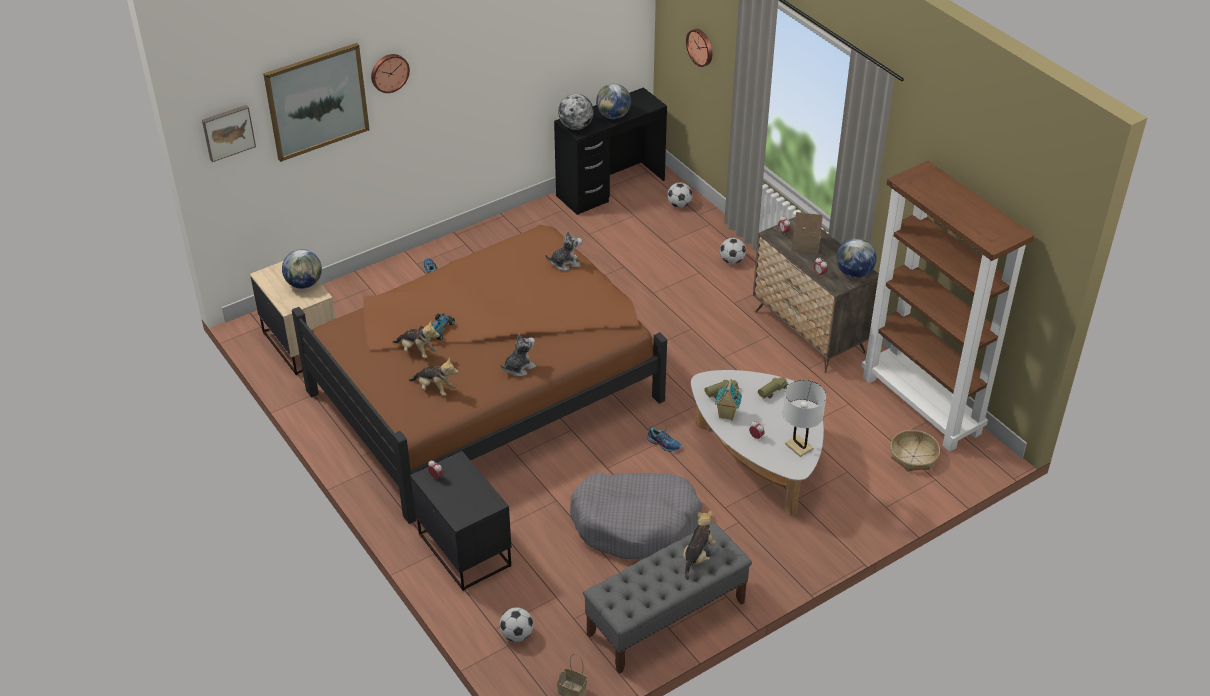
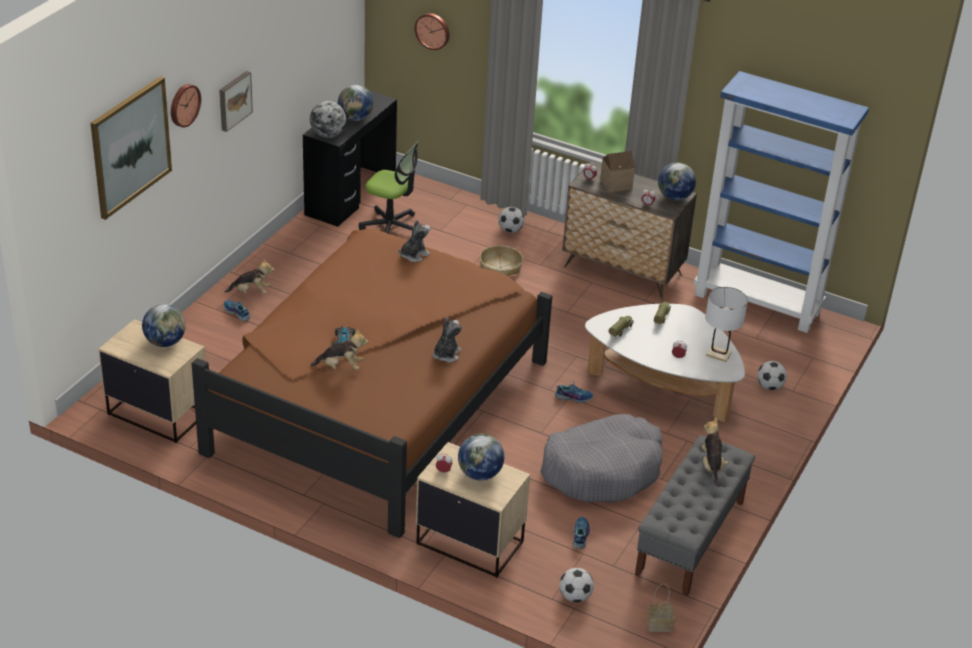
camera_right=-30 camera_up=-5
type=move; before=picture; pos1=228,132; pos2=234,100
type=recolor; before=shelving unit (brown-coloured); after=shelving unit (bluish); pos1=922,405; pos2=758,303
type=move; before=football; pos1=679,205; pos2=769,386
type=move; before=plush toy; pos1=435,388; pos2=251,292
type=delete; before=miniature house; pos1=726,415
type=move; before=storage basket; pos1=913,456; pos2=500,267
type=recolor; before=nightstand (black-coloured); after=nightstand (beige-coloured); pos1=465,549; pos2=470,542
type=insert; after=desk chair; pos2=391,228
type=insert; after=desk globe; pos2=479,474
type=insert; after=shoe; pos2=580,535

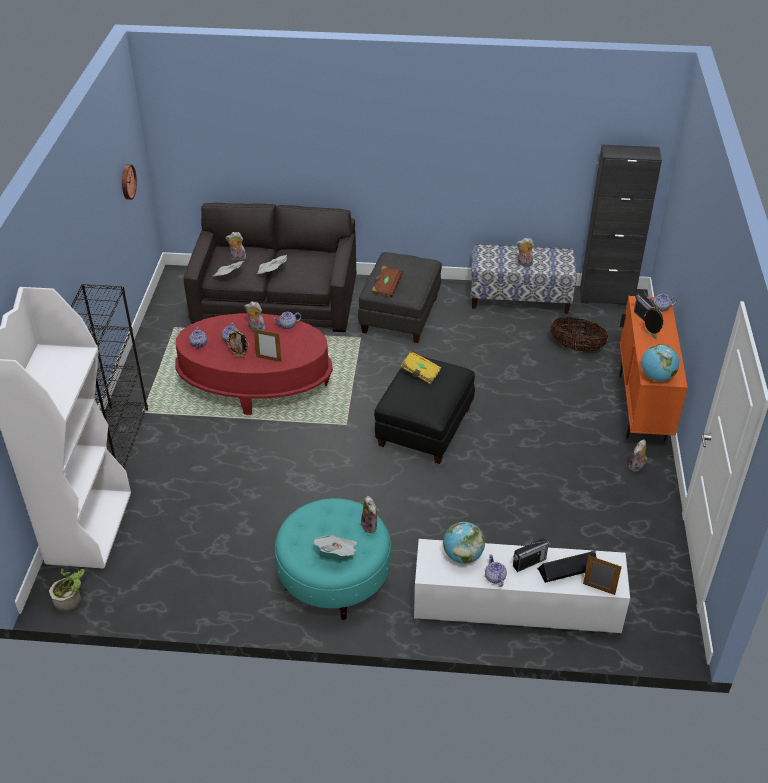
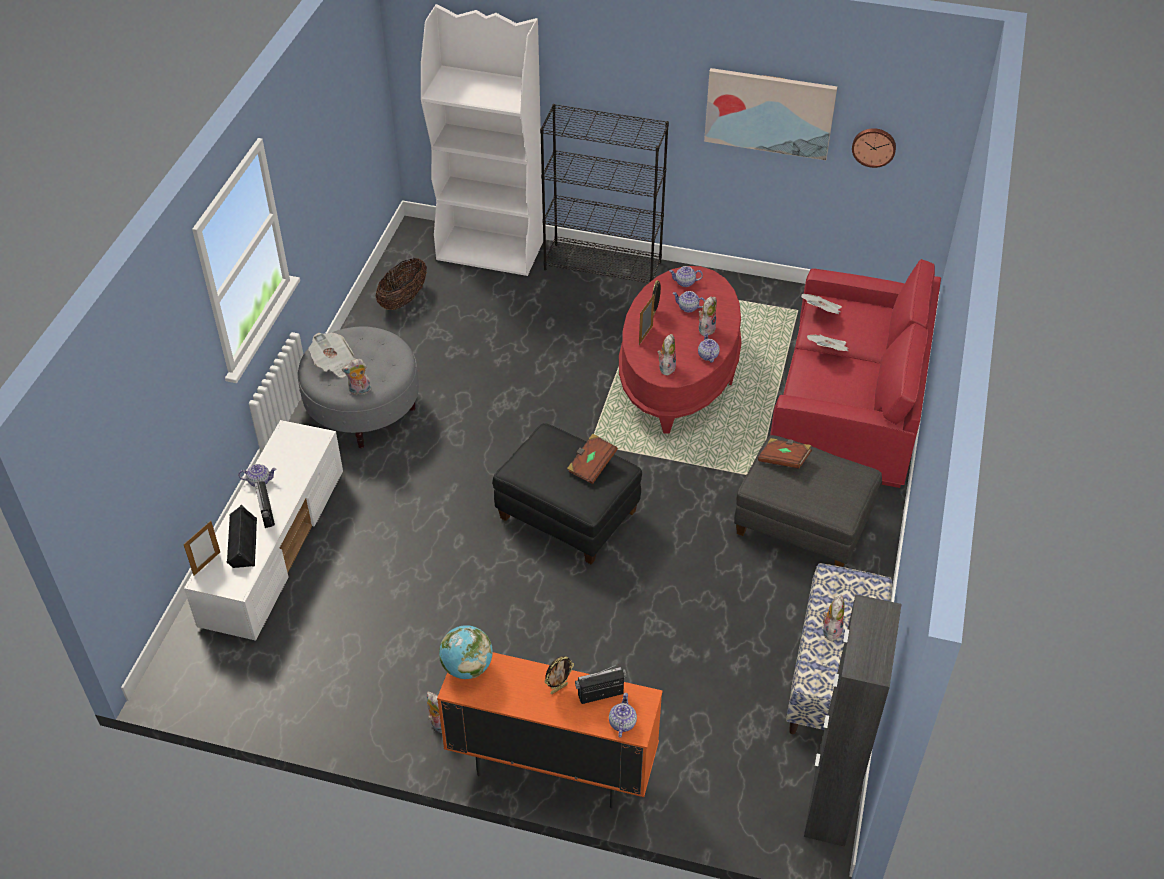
camera_right=100 camera_up=5
type=recolor; before=settee (gray); after=settee (red-coloured); pos1=276,299; pos2=849,402
type=move; before=plush toy; pos1=237,258; pos2=666,367
type=move; before=storage basket; pos1=576,347; pos2=403,300
type=recolor; before=volume (yellow); after=volume (brown-coloured); pos1=420,373; pos2=591,465
type=recolor; before=pouffe (turquoise); after=pouffe (gray); pos1=334,580; pos2=363,410
type=delete; before=desk globe; pos1=463,556
type=delete; before=plant in a pot; pos1=71,598
type=insert; after=picture; pos2=769,112

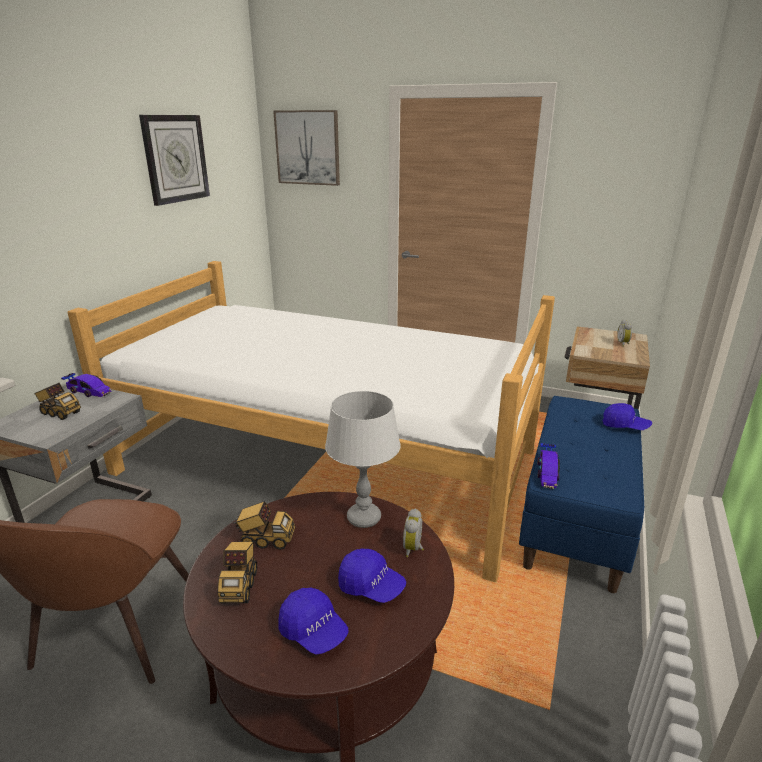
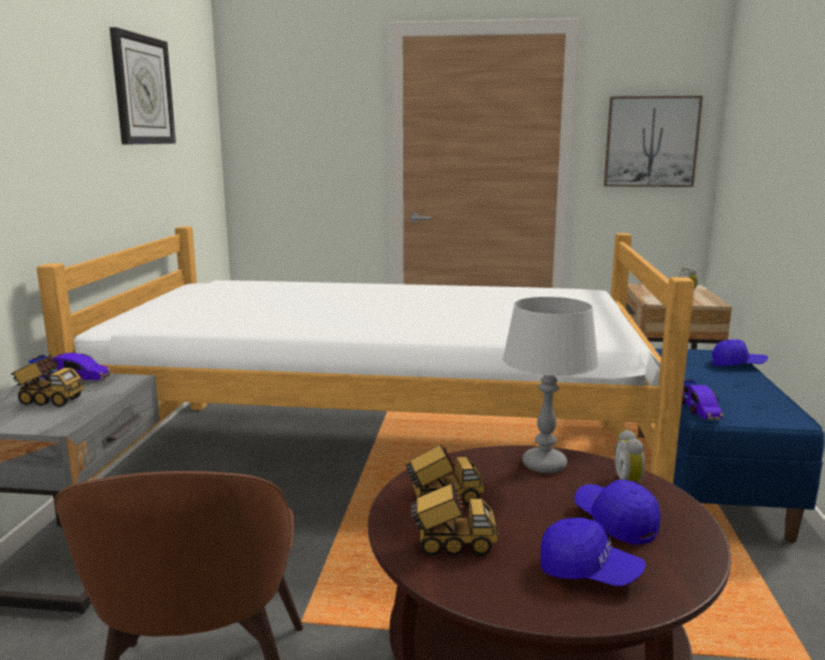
camera_right=-15 camera_up=-10
type=move; before=picture; pos1=308,148; pos2=651,142
type=rotate; before=toy truck; pos1=239,585; pos2=453,546; turn=-75
type=rotate; before=baseball cap (bluish); pos1=371,586; pos2=615,522; turn=-135

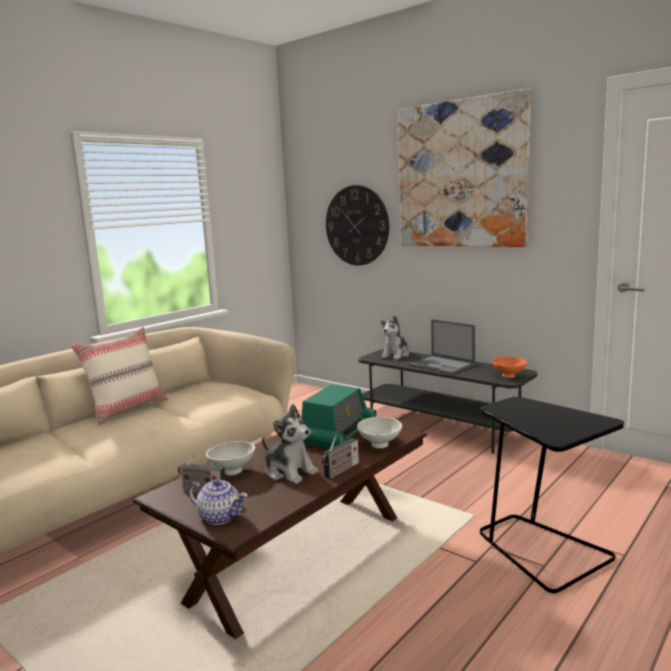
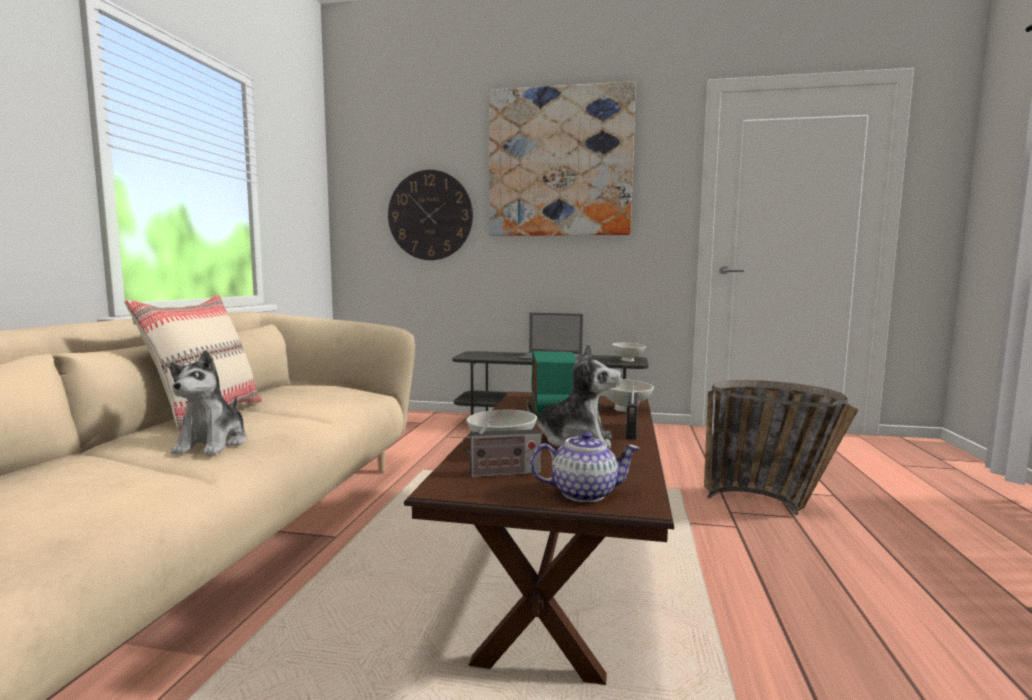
camera_right=-30 camera_up=-5
type=move; before=plush toy; pos1=395,355; pos2=213,444
type=recolor; before=bowl (orange-coloured); after=bowl (whitish); pos1=510,376; pos2=628,360
type=replace; before=accent table (black-coloured); after=storage basket; pos1=540,550; pos2=772,505

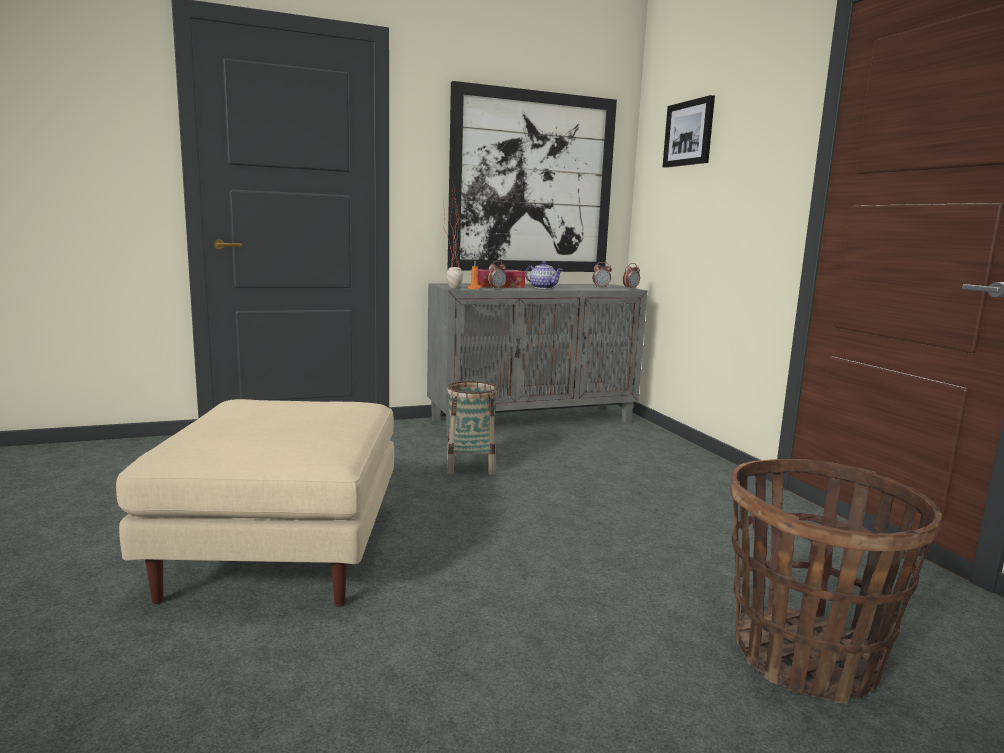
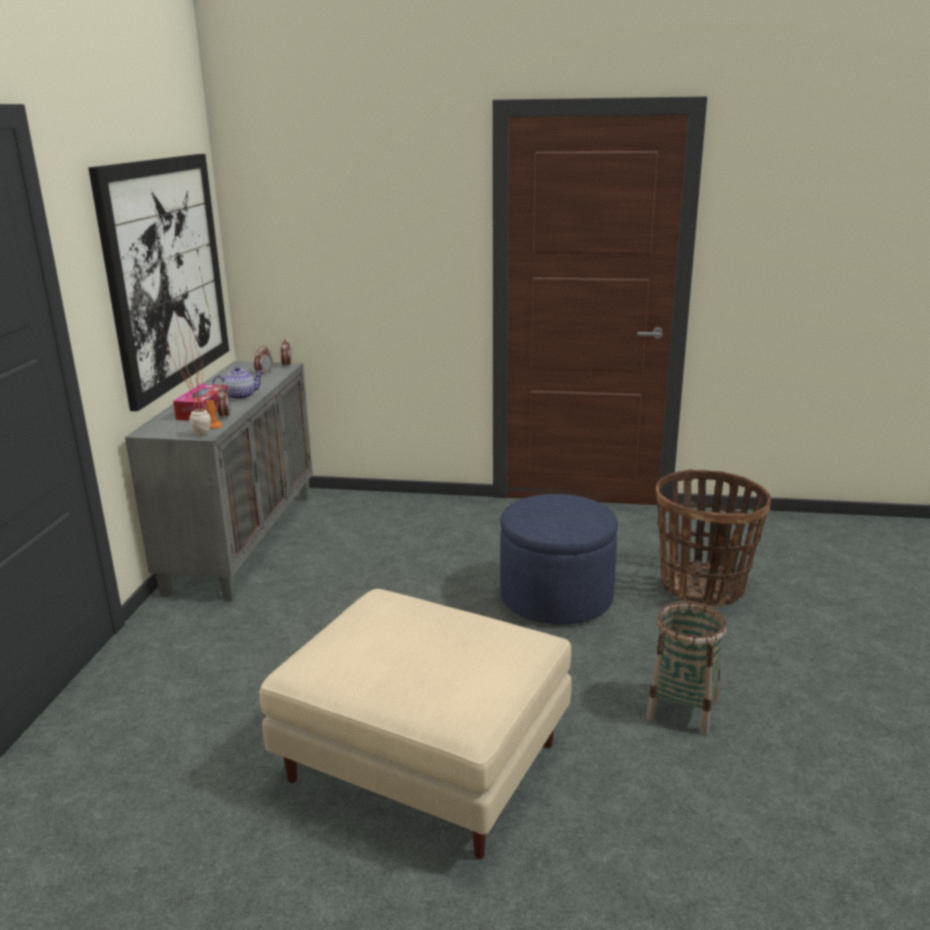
camera_right=-60 camera_up=10
type=delete; before=picture; pos1=689,133
type=move; before=storage basket; pos1=470,466; pos2=682,709
type=insert; after=pouffe (bluish); pos2=556,597

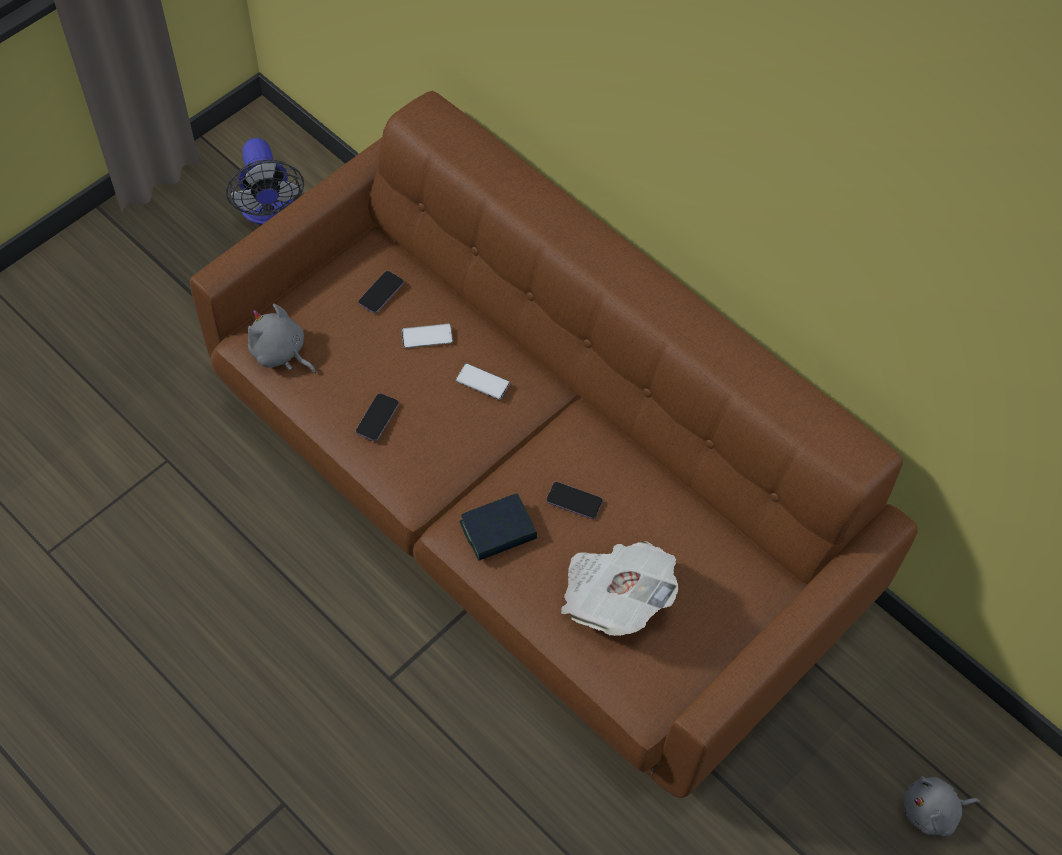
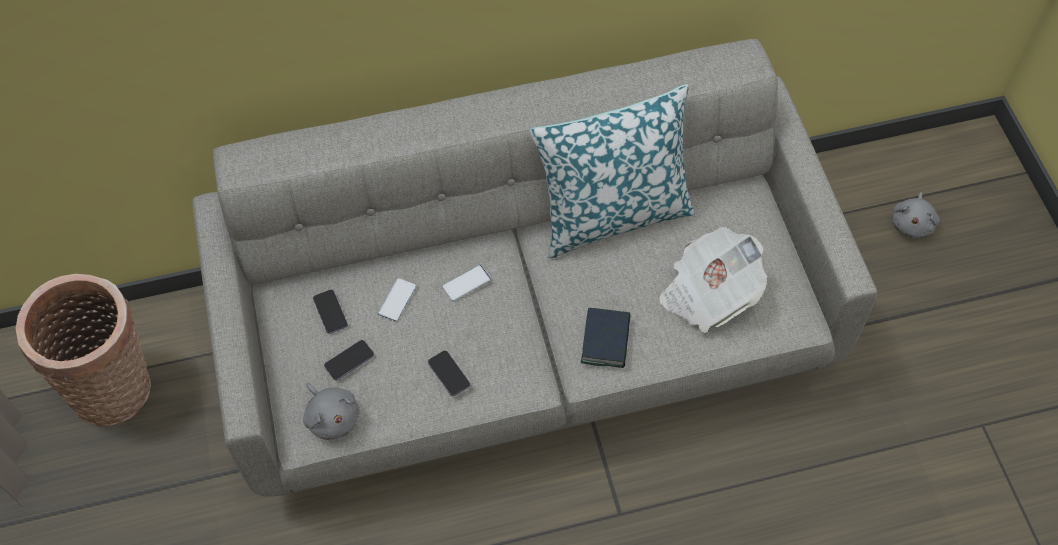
camera_right=-55 camera_up=0
type=recolor; before=settee (brown-coloured); after=settee (gray); pos1=529,501; pos2=530,337
type=replace; before=electric fan; after=storage basket; pos1=269,211; pos2=116,386
type=rotate; before=plush toy (gray); pos1=280,353; pos2=332,417; turn=-105
type=move; before=handset; pos1=574,501; pos2=349,361
type=insert; after=throw pillow; pos2=612,214

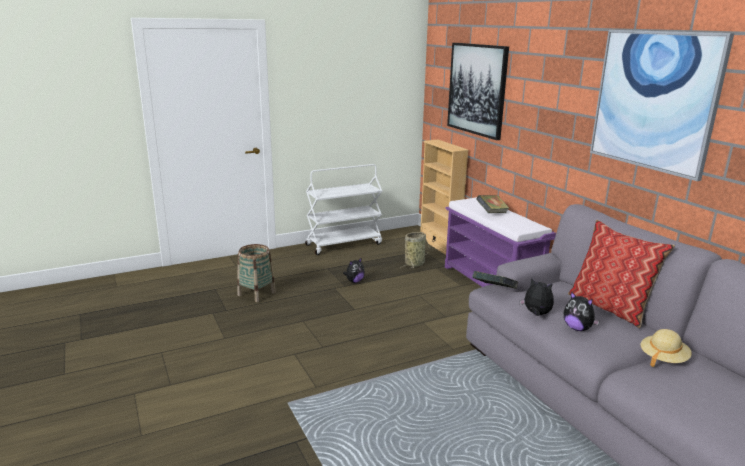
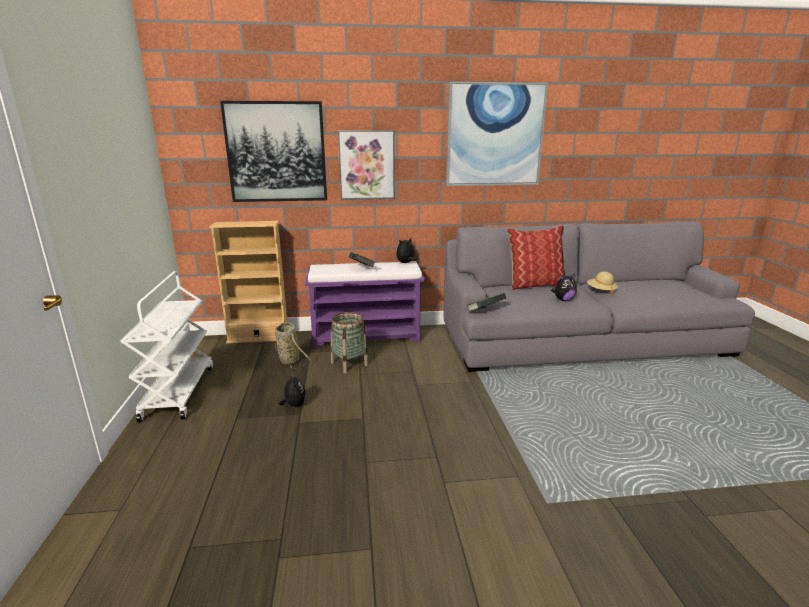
camera_right=-70 camera_up=0
type=move; before=storage basket; pos1=256,293; pos2=349,364
type=move; before=plush toy; pos1=536,314; pos2=406,263
type=insert; after=picture; pos2=367,165

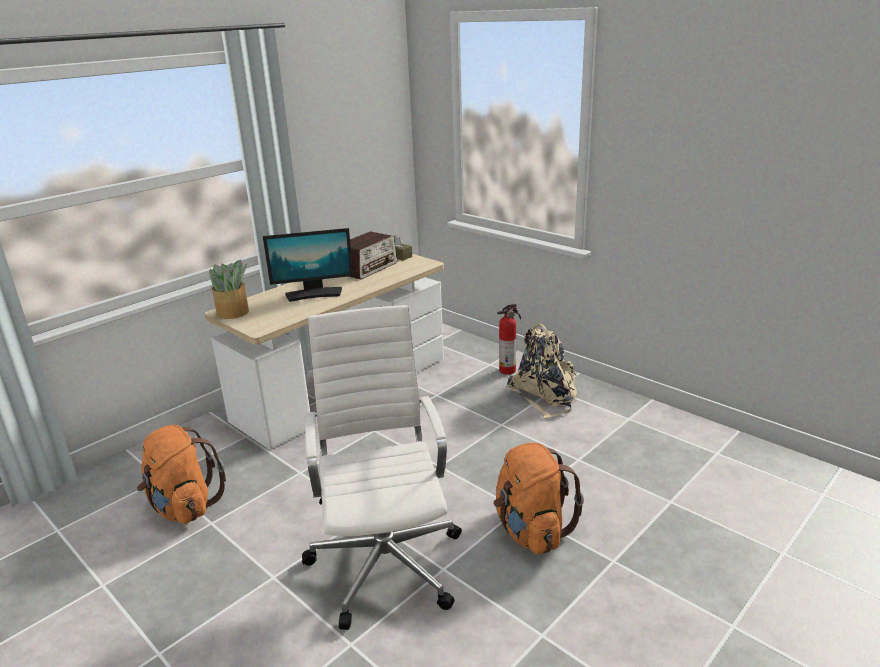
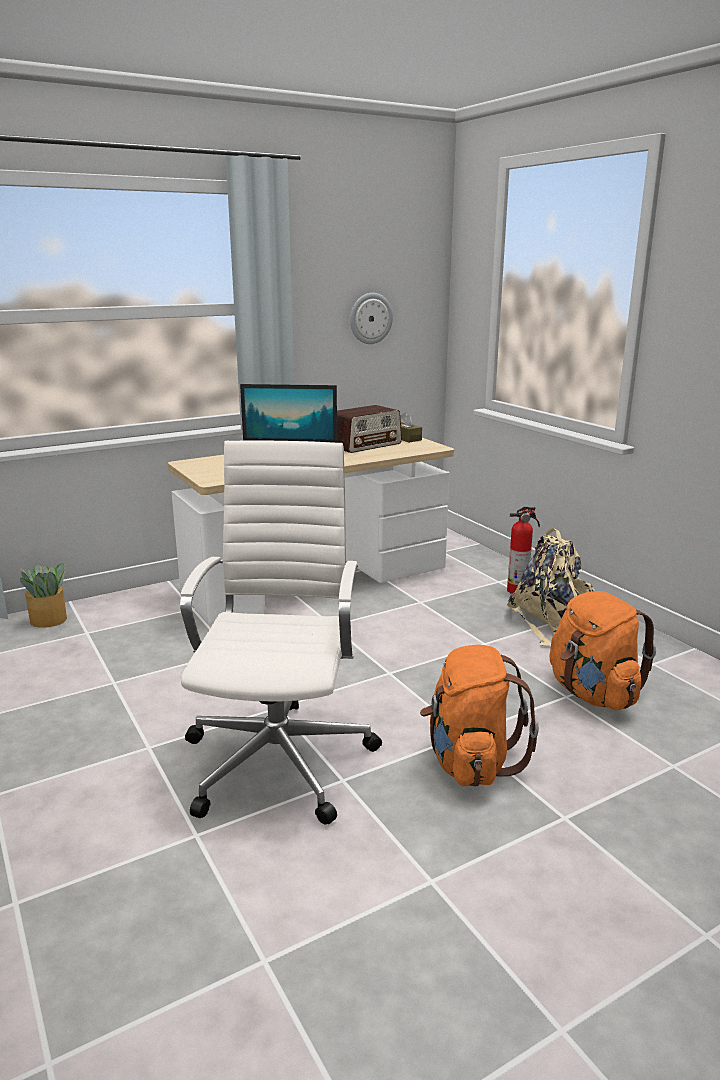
camera_right=15 camera_up=-5
type=move; before=plant in a pot; pos1=233,313; pos2=49,620
type=move; before=rucksack (orange-coloured); pos1=184,507; pos2=593,694
type=insert; after=wall clock; pos2=370,318

